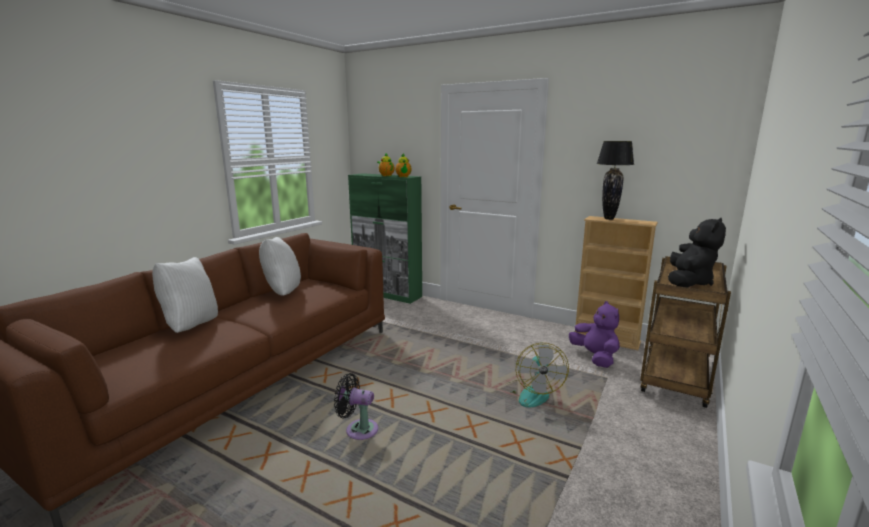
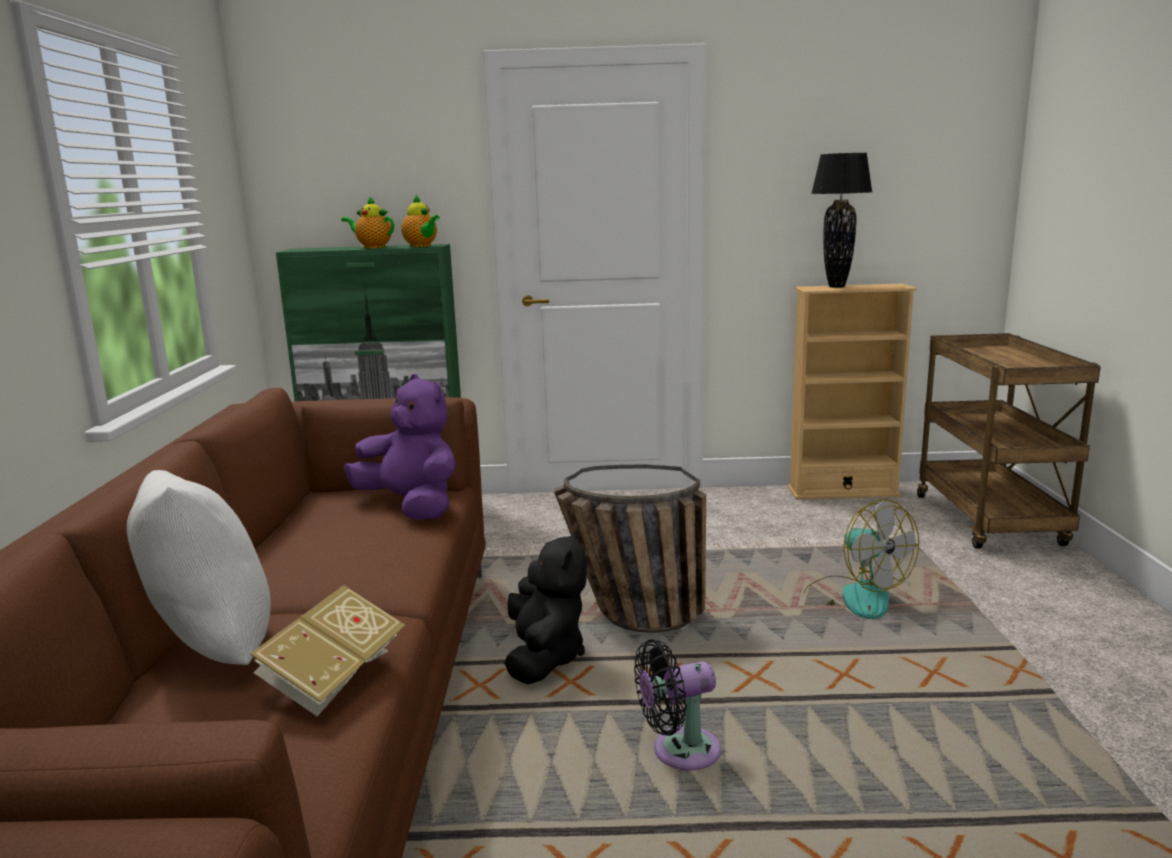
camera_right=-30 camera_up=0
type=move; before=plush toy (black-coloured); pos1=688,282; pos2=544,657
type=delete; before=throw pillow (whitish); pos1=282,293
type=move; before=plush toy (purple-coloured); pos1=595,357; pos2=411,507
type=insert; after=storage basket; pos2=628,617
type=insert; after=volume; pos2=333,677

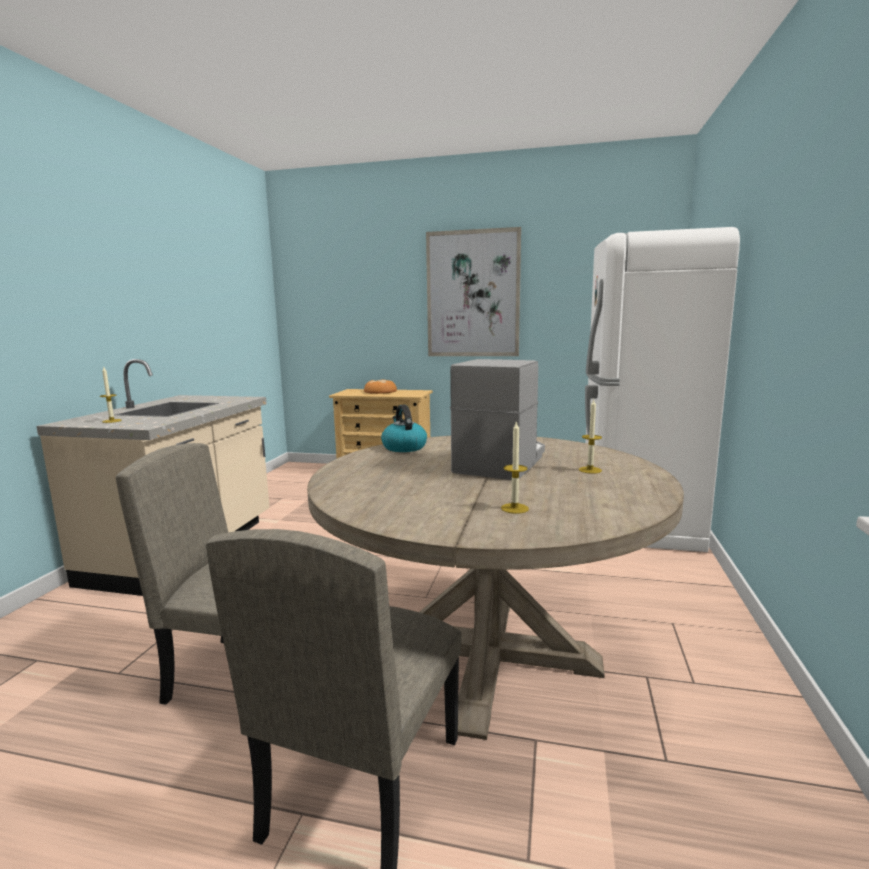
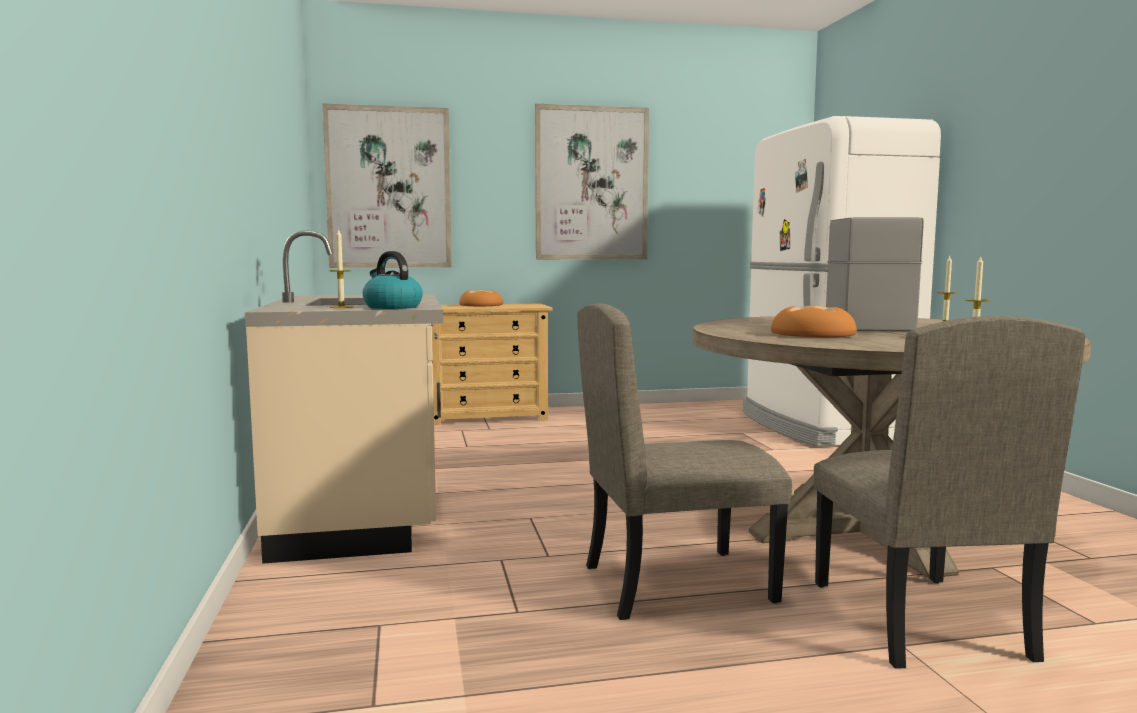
camera_right=-25 camera_up=-5
type=move; before=kettle; pos1=403,447; pos2=392,307
type=insert; after=picture; pos2=389,188
type=insert; after=baked bread; pos2=813,334

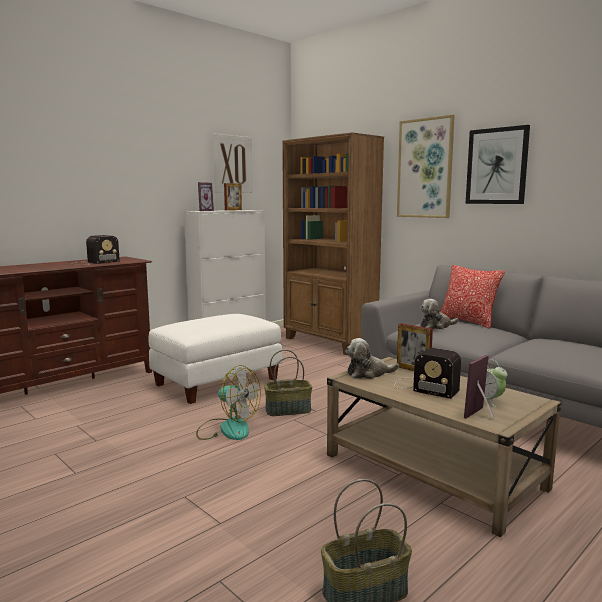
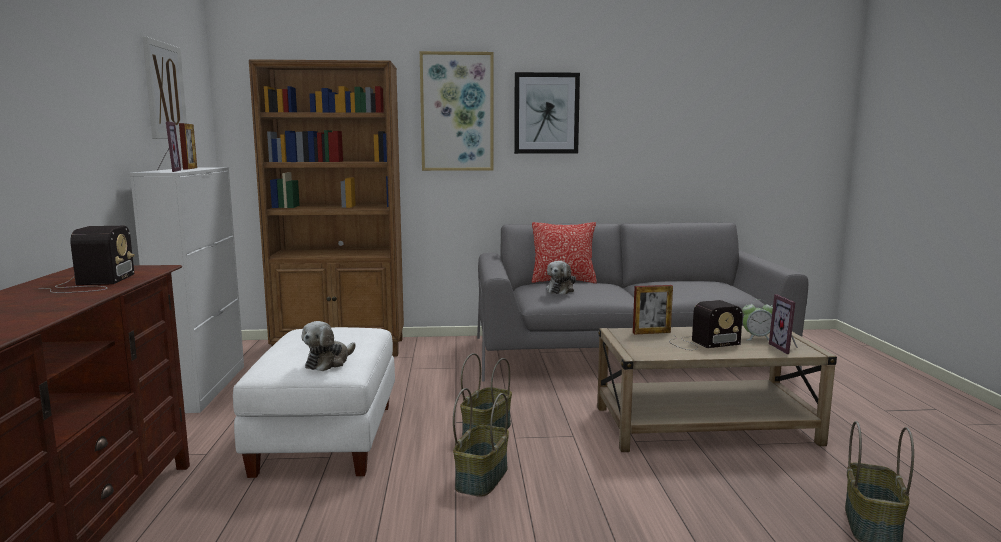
camera_right=-50 camera_up=0
type=move; before=plush toy; pos1=368,373; pos2=329,362
type=replace; before=electric fan; after=storage basket; pos1=227,429; pos2=481,478

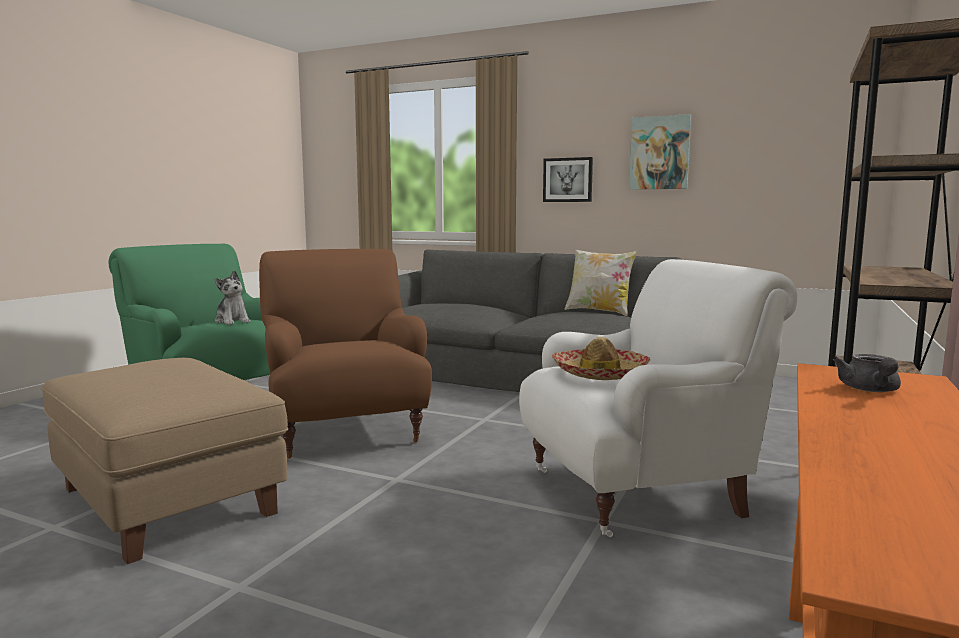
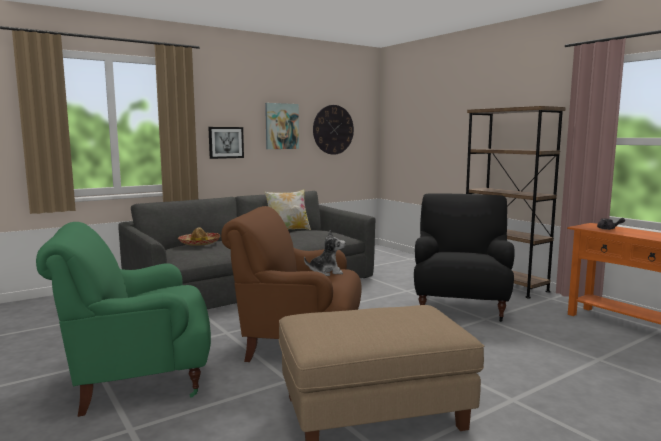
camera_right=-60 camera_up=0
type=recolor; before=easy chair (whitish); after=easy chair (black-coloured); pos1=638,492; pos2=460,306
type=move; before=plush toy; pos1=232,321; pos2=326,272
type=move; before=wearable hat; pos1=600,374; pos2=199,243
type=insert; after=wall clock; pos2=333,129

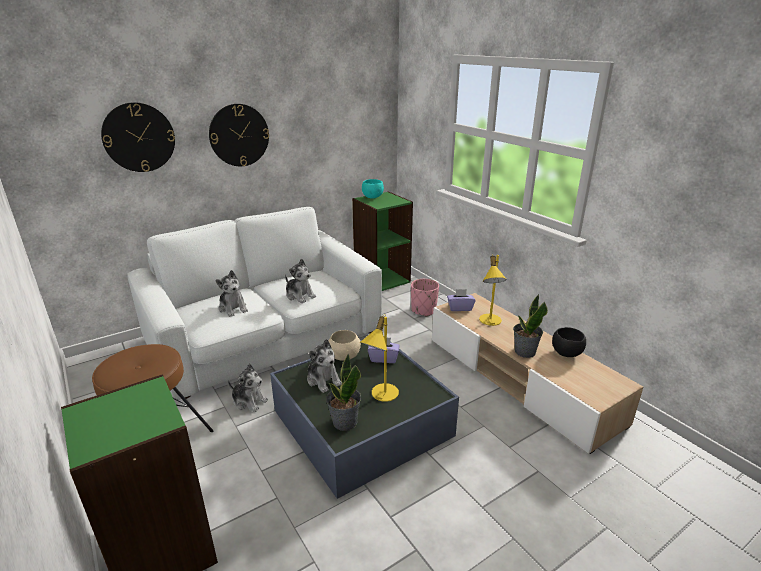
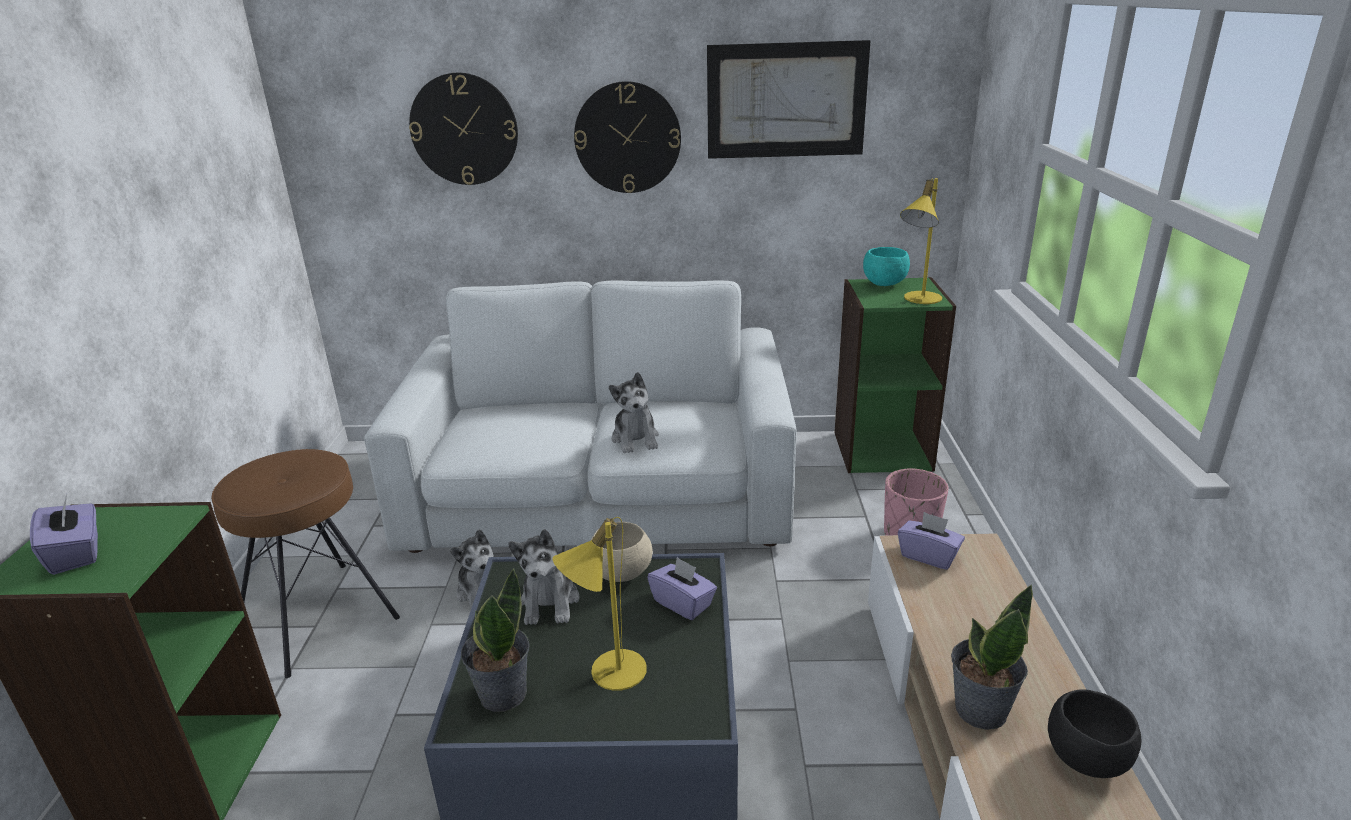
camera_right=35 camera_up=0
type=move; before=tabletop lamp (yellow); pos1=489,322; pos2=918,299
type=delete; before=plush toy; pos1=233,308
type=insert; after=picture; pos2=786,100
type=insert; after=tissue holder (purple-coloured); pos2=77,553

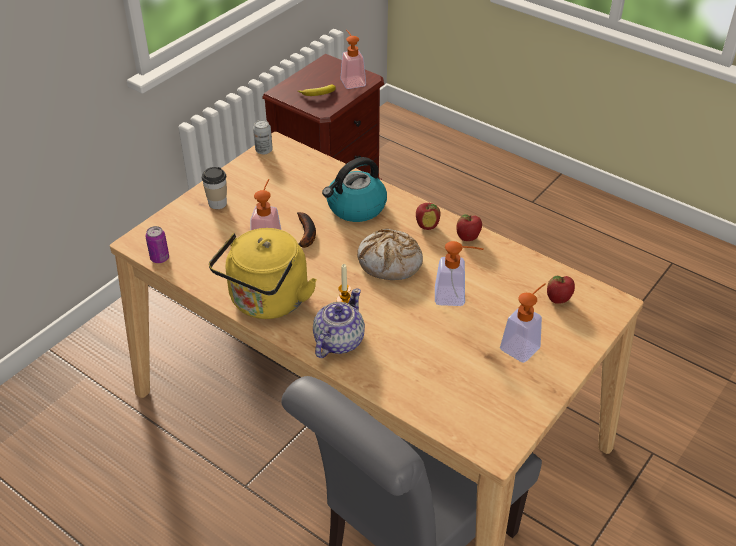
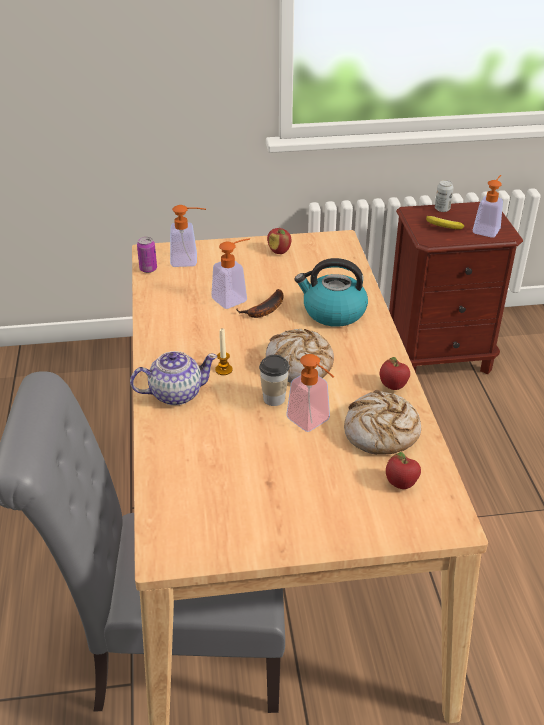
camera_right=45 camera_up=-5
type=move; before=metal can; pos1=264,150; pos2=442,209
type=move; before=cup; pos1=217,203; pos2=274,398
type=move; before=apple; pos1=427,226; pos2=279,251
type=delete; before=kettle (yellow); pos1=267,302
type=move; before=liquid soap bottle; pos1=523,345; pos2=189,261
type=insert; after=baked bread; pos2=381,432

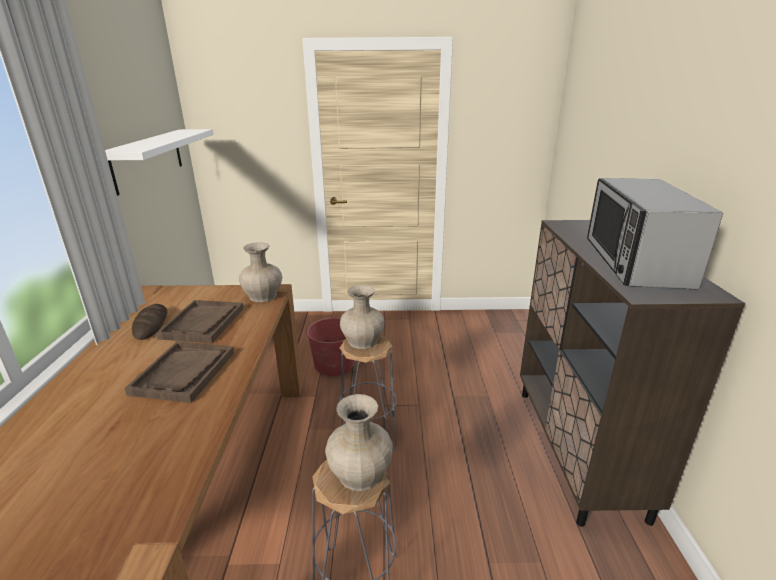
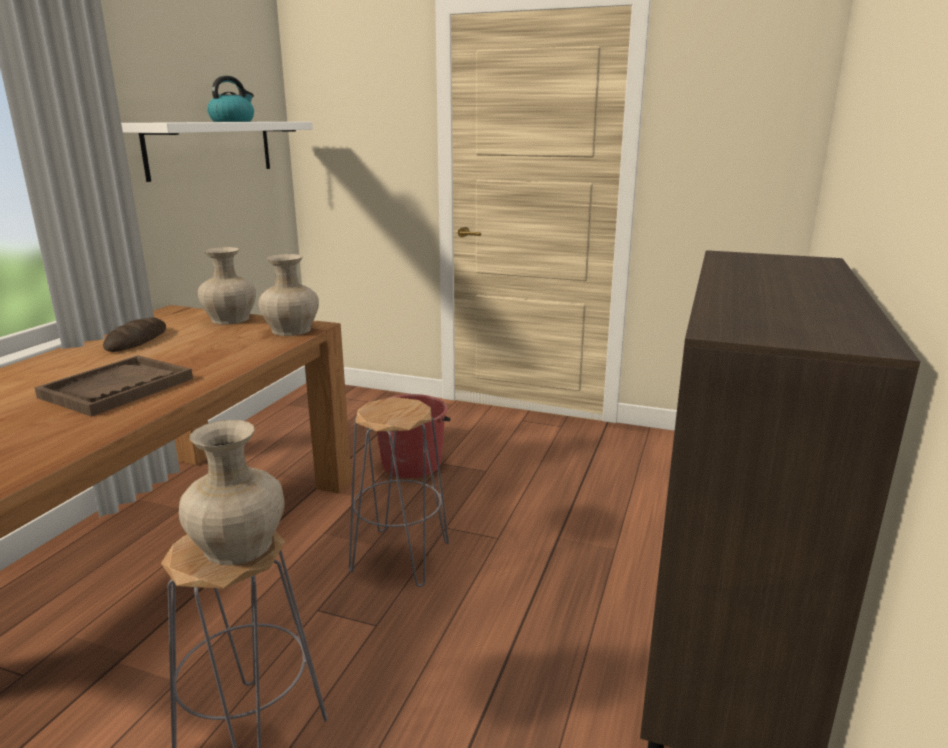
camera_right=20 camera_up=-5
type=delete; before=kitchen microwave; pos1=634,262
type=move; before=flower vase (beige-coloured); pos1=362,341; pos2=230,319
type=delete; before=carrying tray (brown-coloured); pos1=203,323
type=insert; after=kettle; pos2=232,121

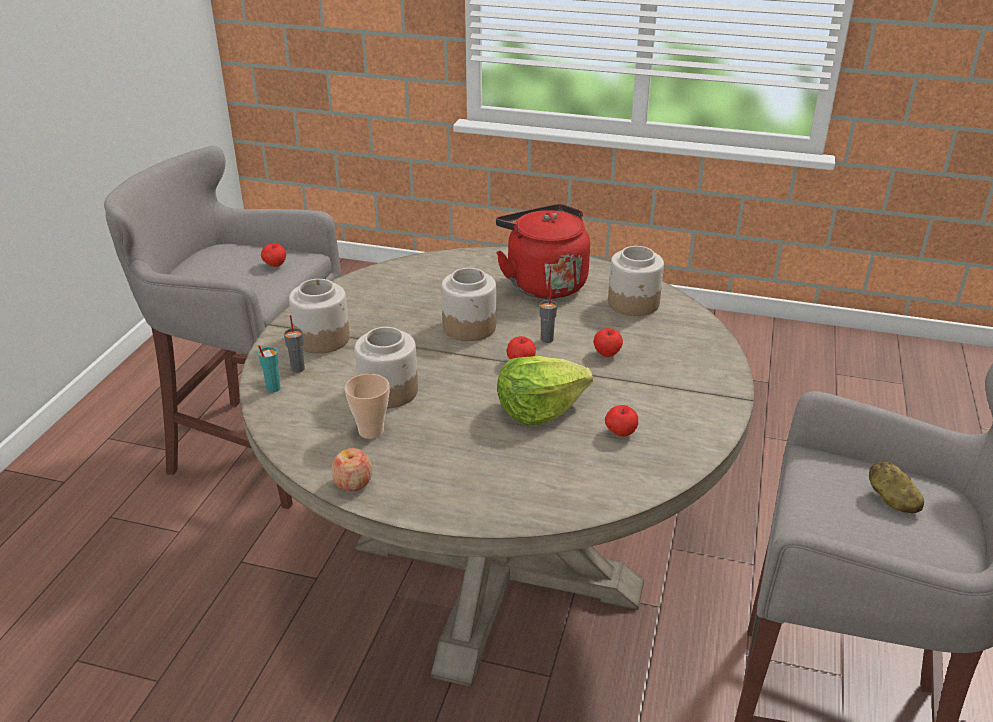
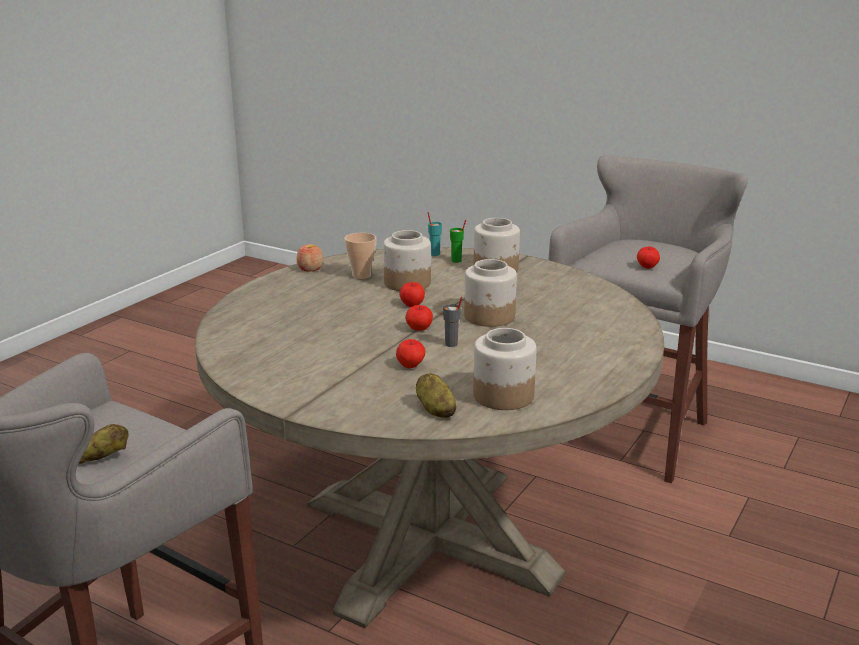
camera_right=105 camera_up=-10
type=delete; before=kettle (red-coloured); pos1=543,282
type=recolor; before=cup (gray); after=cup (greenish); pos1=298,368; pos2=456,261
type=delete; before=head of lettuce; pos1=539,408
type=move; before=apple; pos1=620,433; pos2=412,305
type=insert; after=whole potato; pos2=435,409

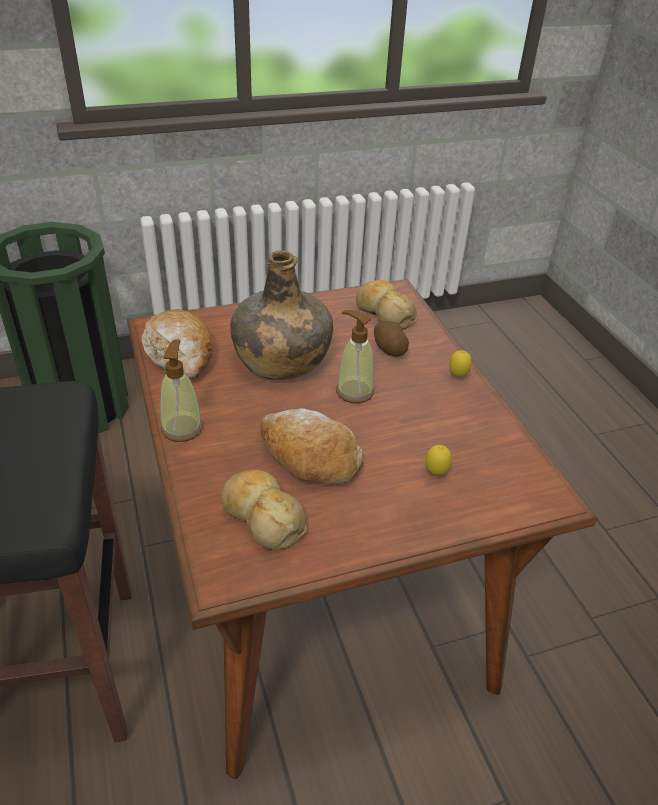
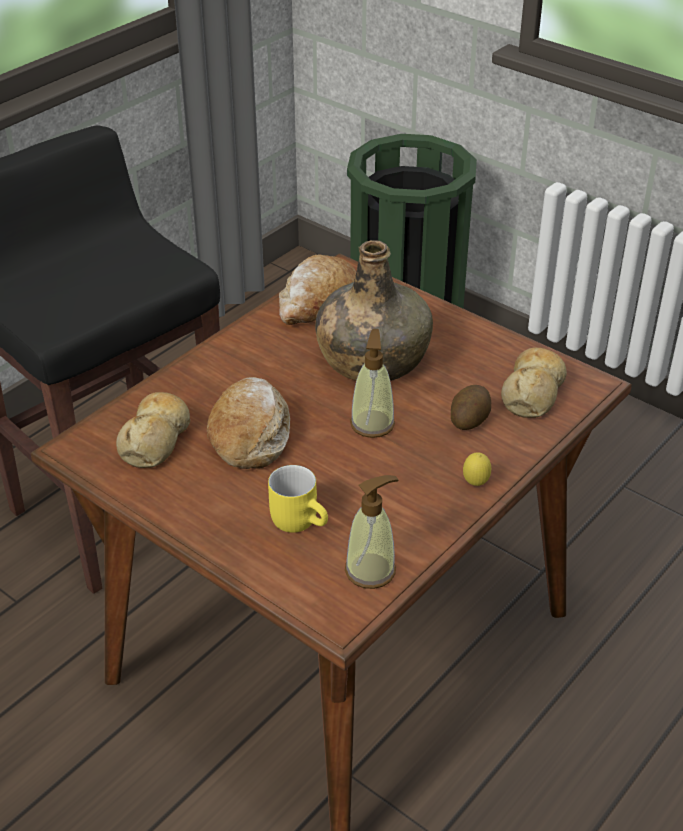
camera_right=60 camera_up=0
type=move; before=liquid soap bottle; pos1=182,428; pos2=370,570
type=replace; before=whole lemon; after=tea mug (yellow); pos1=435,473; pos2=301,520

